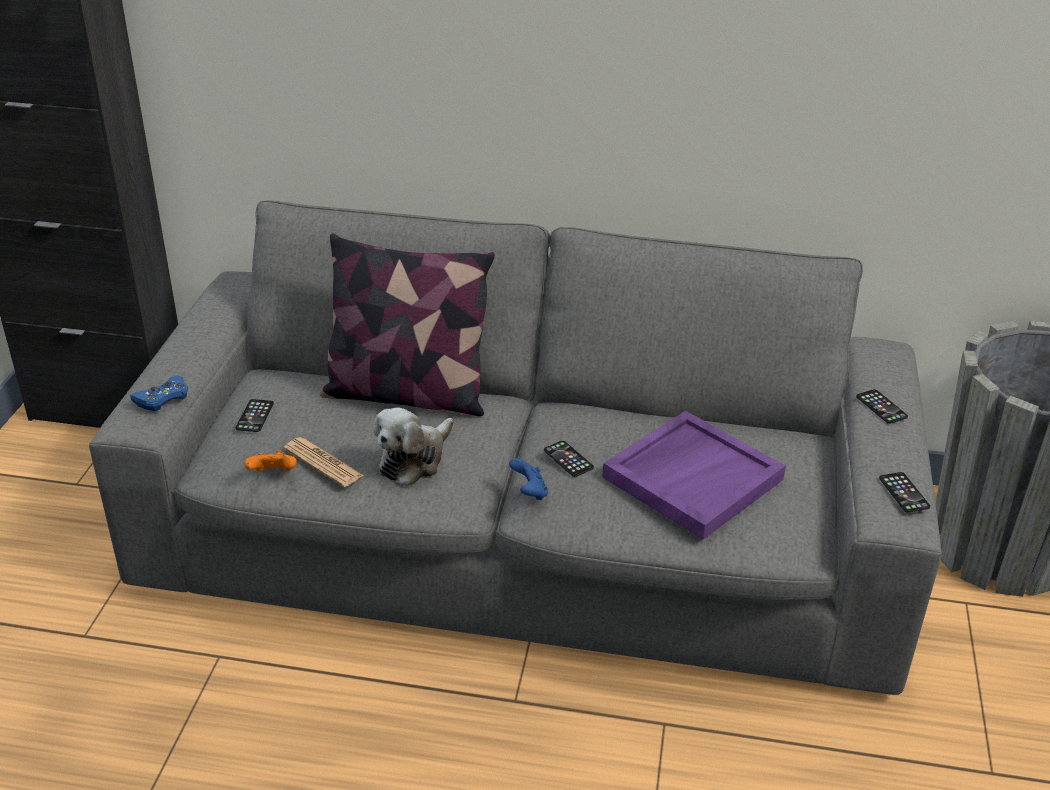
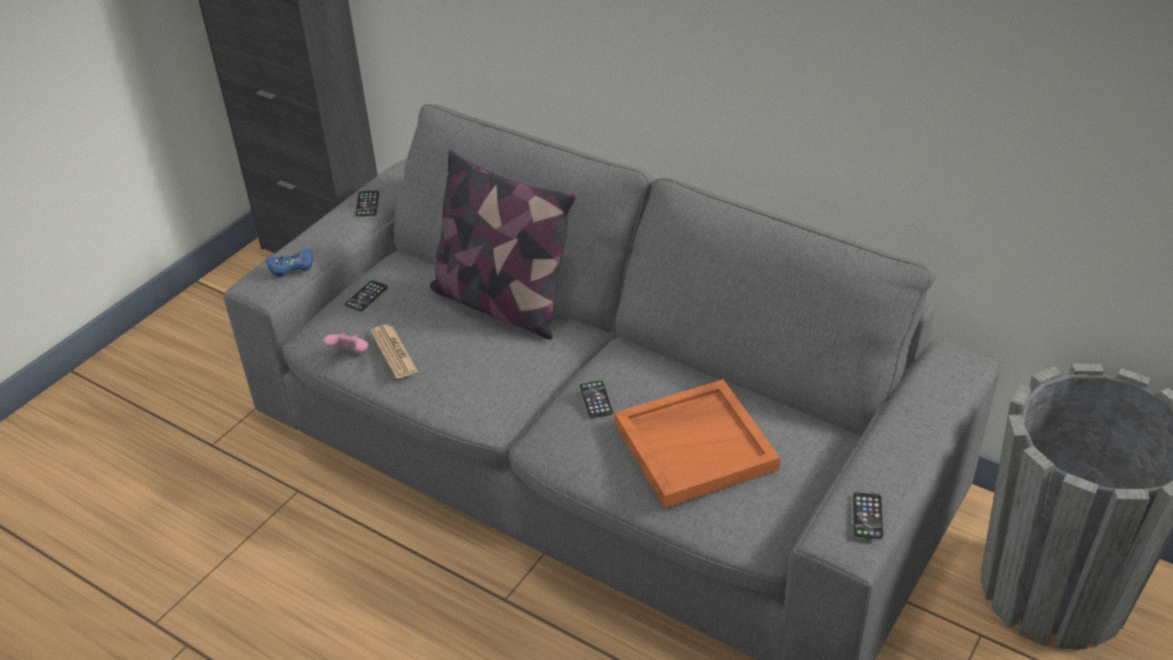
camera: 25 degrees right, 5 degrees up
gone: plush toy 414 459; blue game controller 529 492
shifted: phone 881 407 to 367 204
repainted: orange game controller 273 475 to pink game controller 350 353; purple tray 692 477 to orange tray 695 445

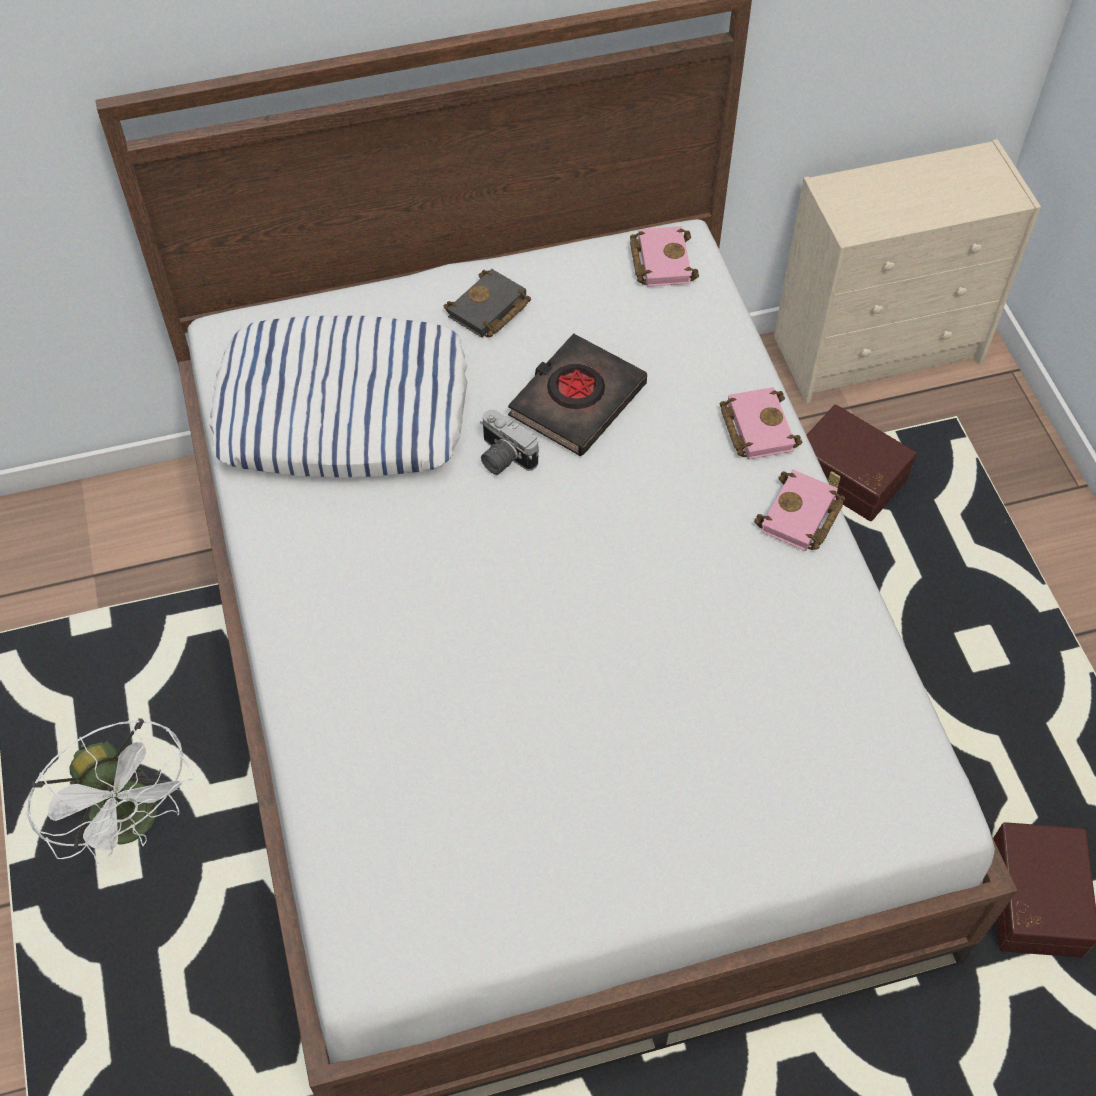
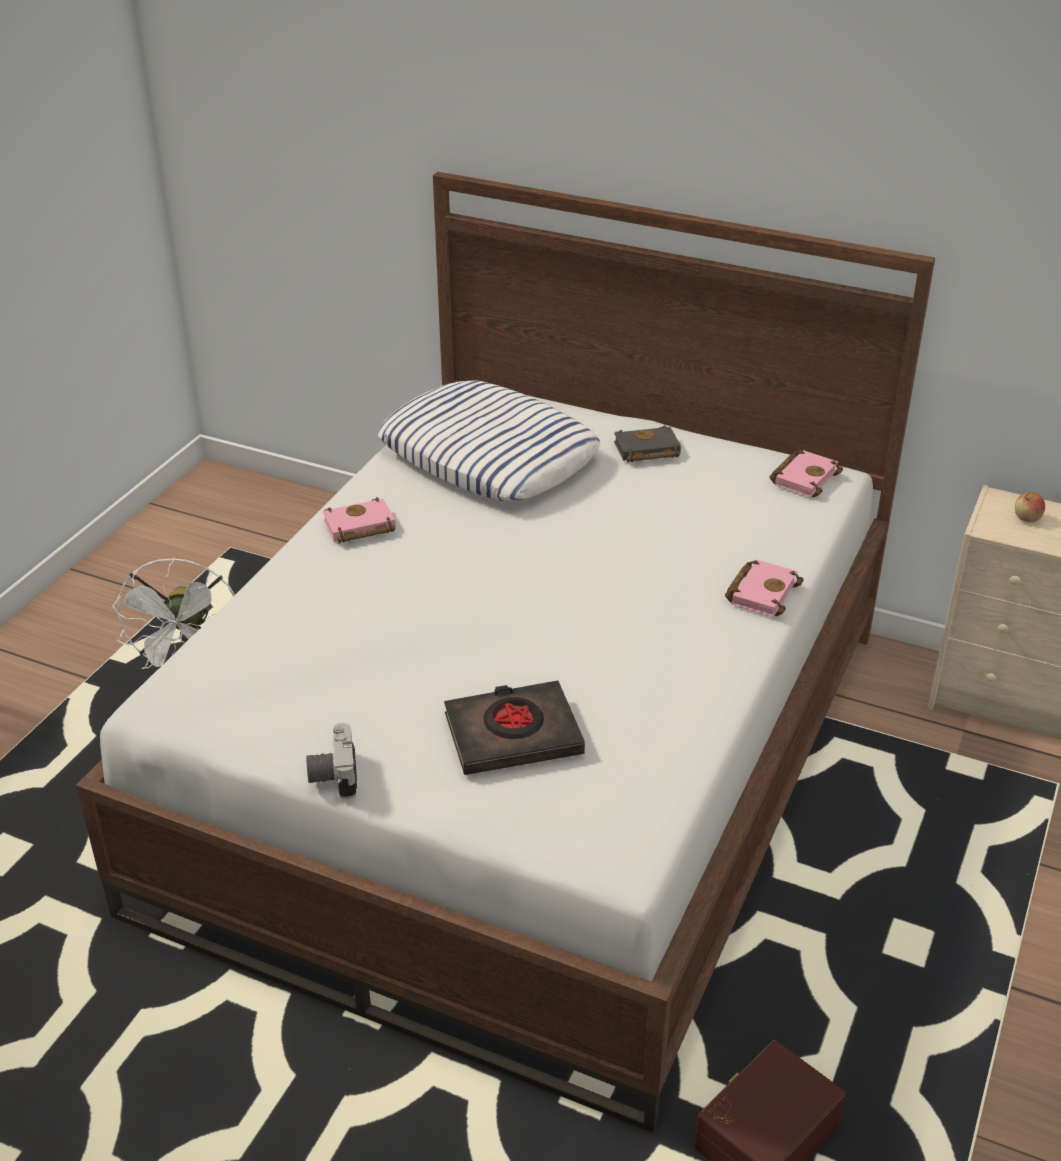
camera: 40 degrees right, 20 degrees down
gone: brown storage box 847 478
new: apple 1027 518
shifted: photo camera 502 458 to 332 775; pink book 801 518 to 358 528; black book 576 400 to 513 735

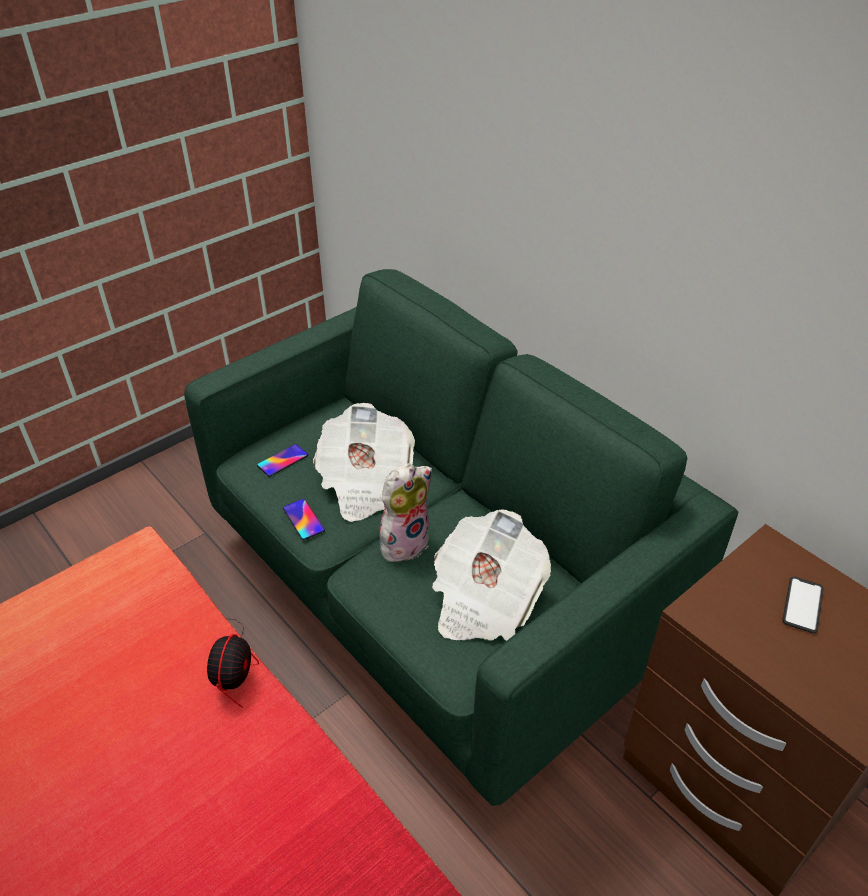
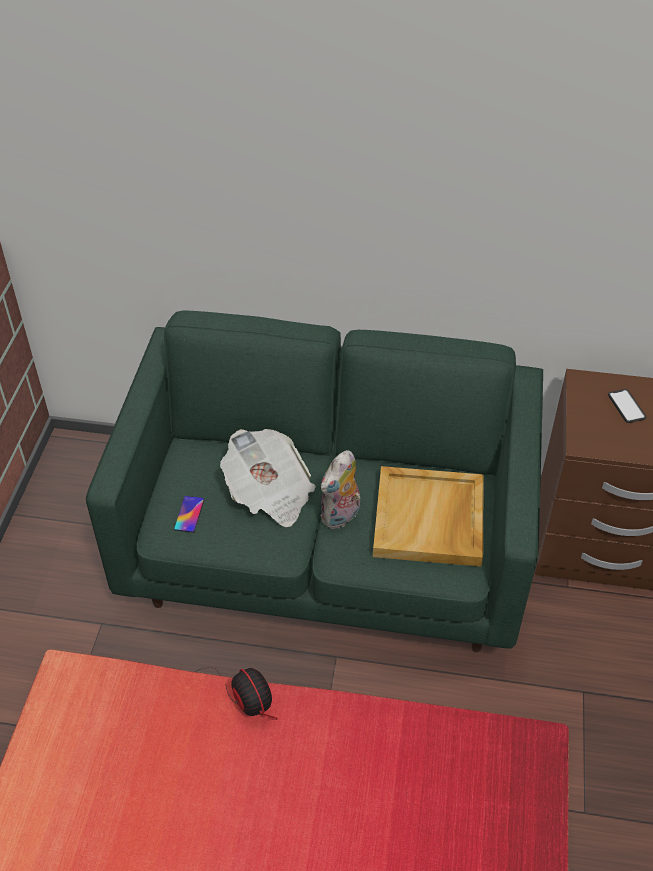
camera: 40 degrees left, 5 degrees up
gone: phone 303 519
swapped: newspaper 484 599 to beige tray 430 520
rotated: plush toy 404 542 = 341 516 150 degrees counterclockwise

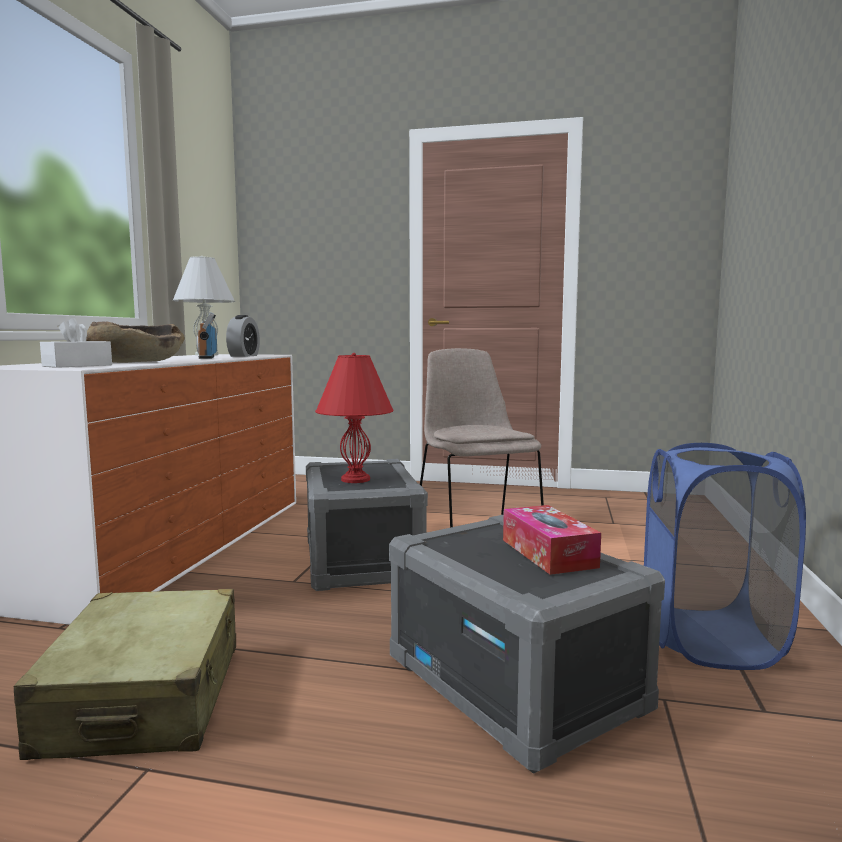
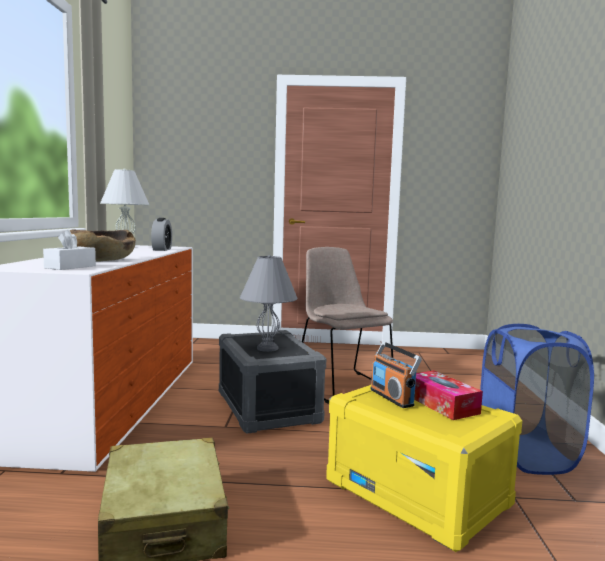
camera: 10 degrees left, 0 degrees up
shifted: radio 207 357 to 392 397
repainted: red table lamp 356 479 to grey table lamp 268 348; grey storage box 515 683 to yellow storage box 417 493

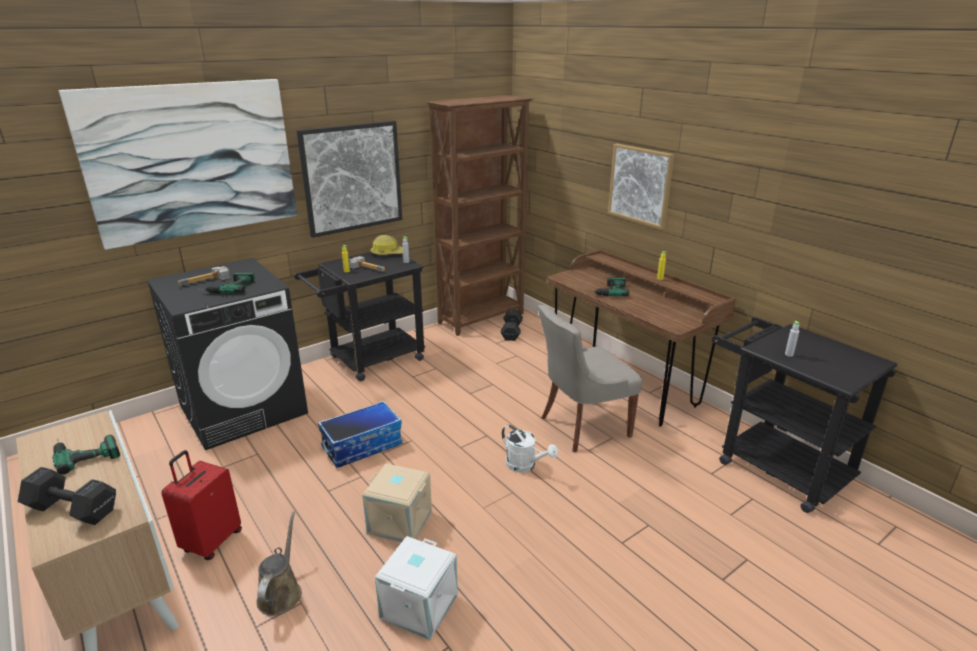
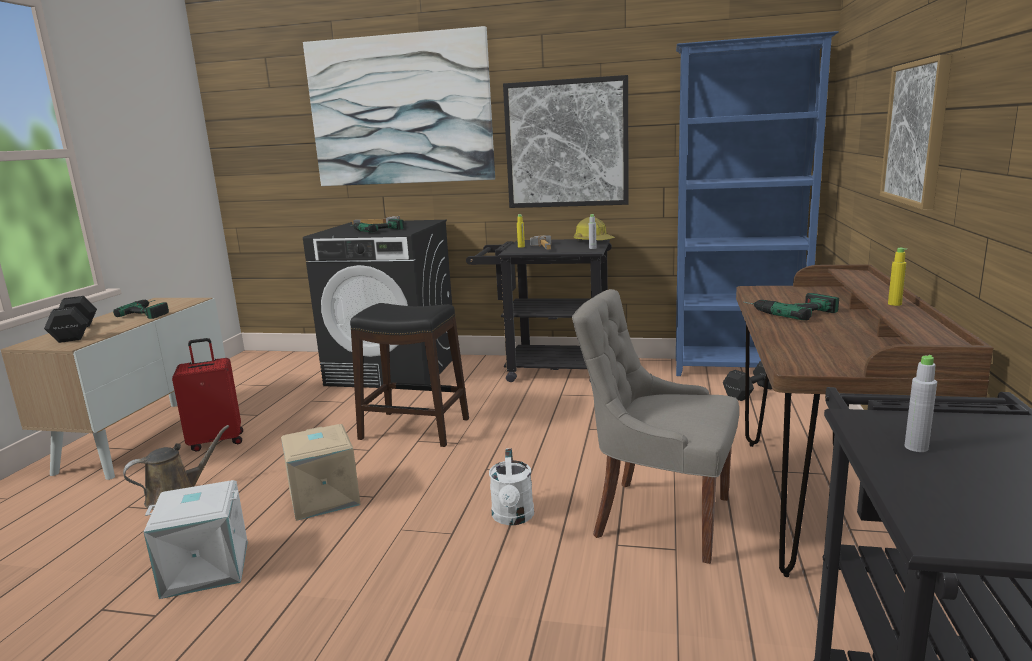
camera: 50 degrees right, 10 degrees down
swapped: storage box 362 445 to black stool 414 428
repainted: brown bookcase 482 318 to blue bookcase 738 369

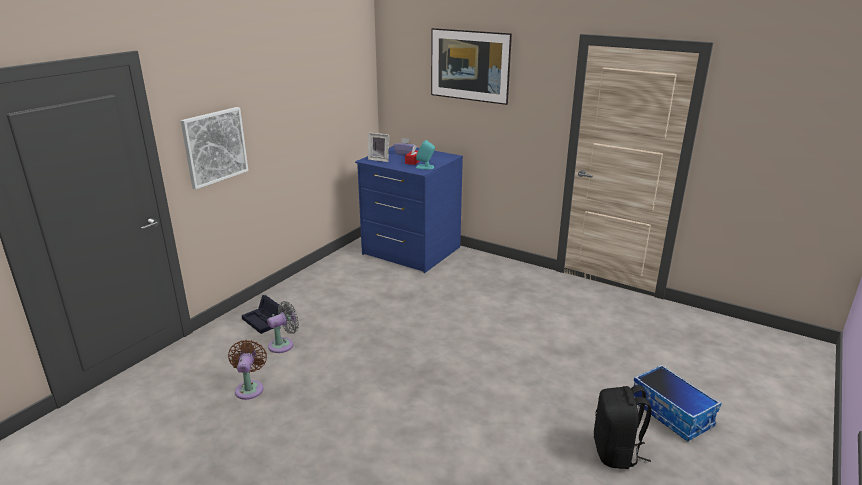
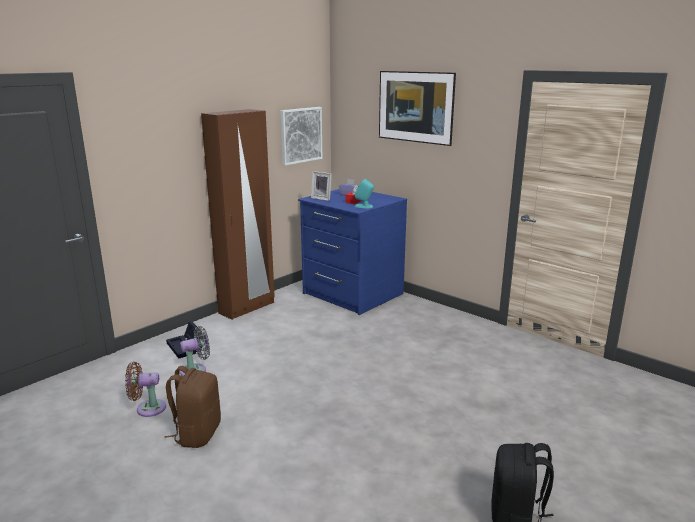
camera: 10 degrees right, 5 degrees down
gone: storage box 672 414
new: brown backpack 197 434; brown wardrobe 247 308
shifted: picture 215 146 to 301 135
rotated: brown fan 250 388 = 147 408 105 degrees counterclockwise

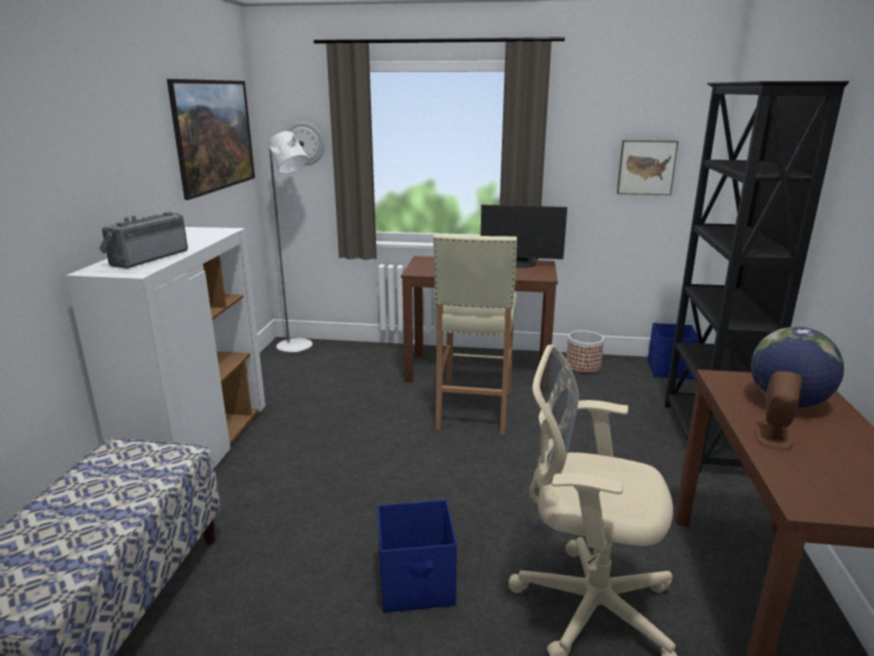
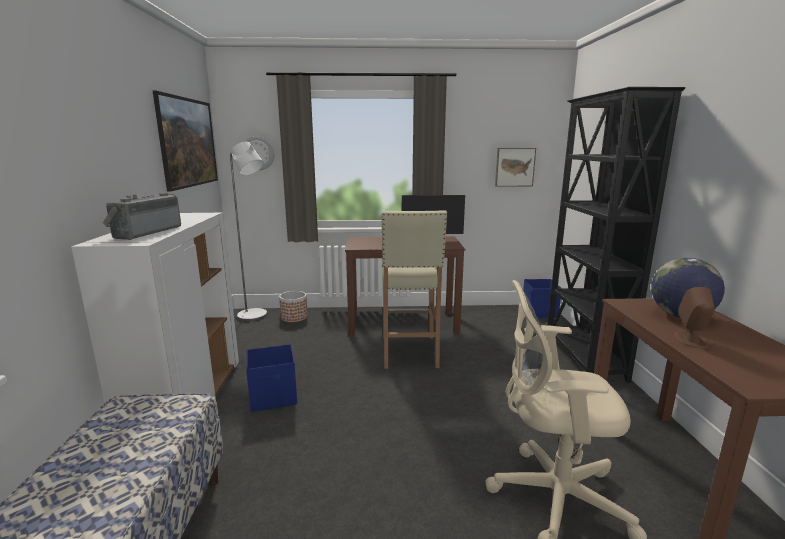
camera: 10 degrees left, 5 degrees down
shifted: blue storage box 417 584 to 274 397; planter 583 366 to 294 317

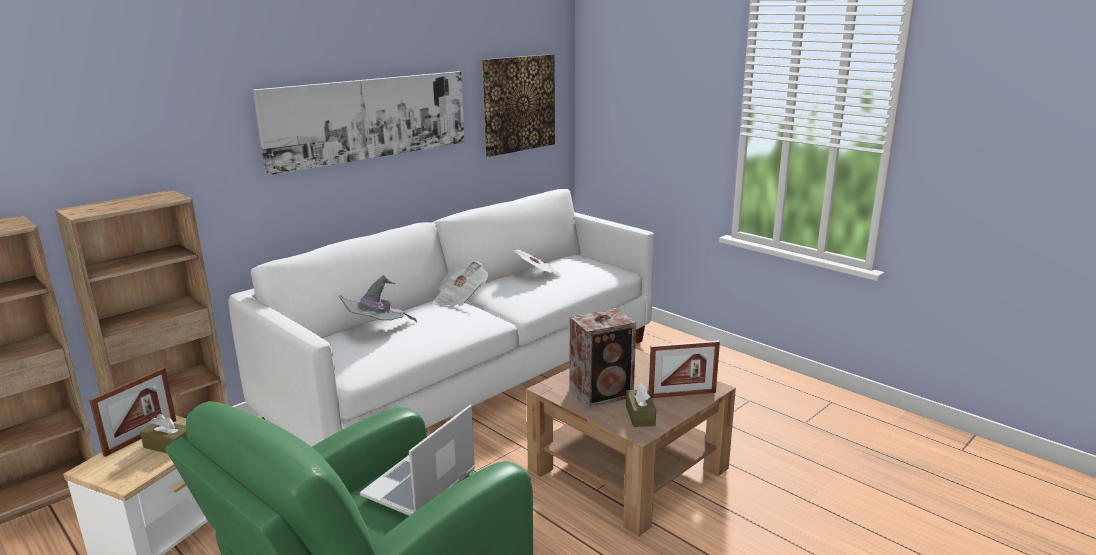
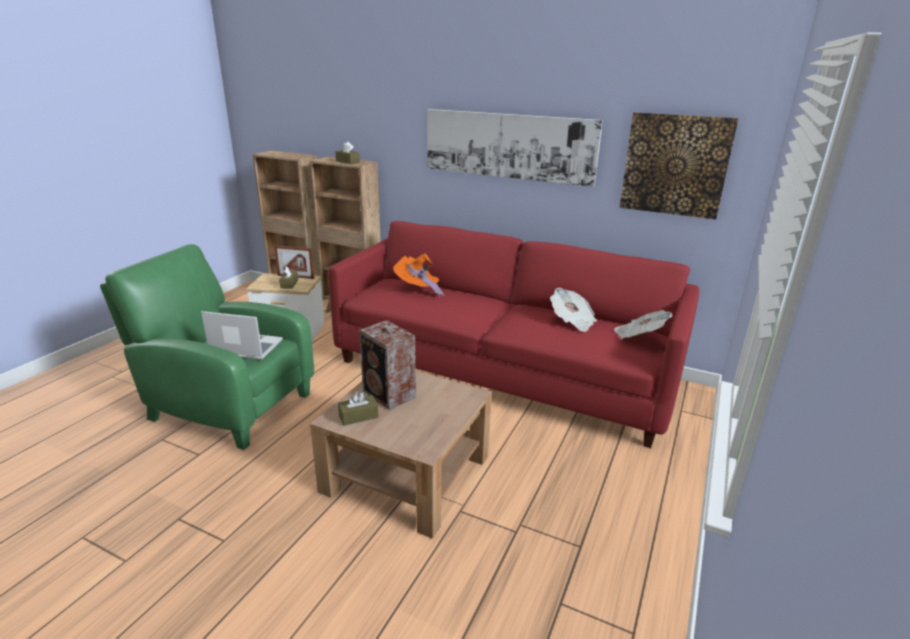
camera: 70 degrees right, 5 degrees up
gone: picture frame 682 394
new: brown tissue box 347 162
shifted: newspaper 460 298 to 639 336
repainted: white sofa 471 377 to red sofa 502 371; grey hat 376 330 to orange hat 417 289

